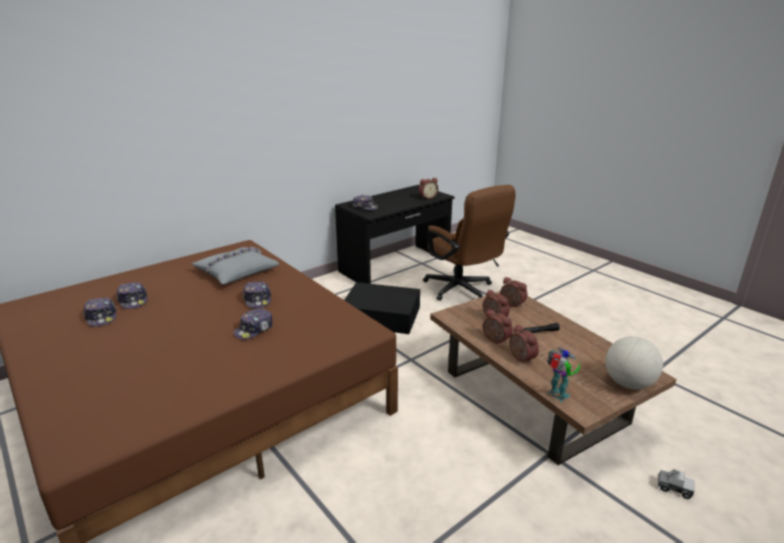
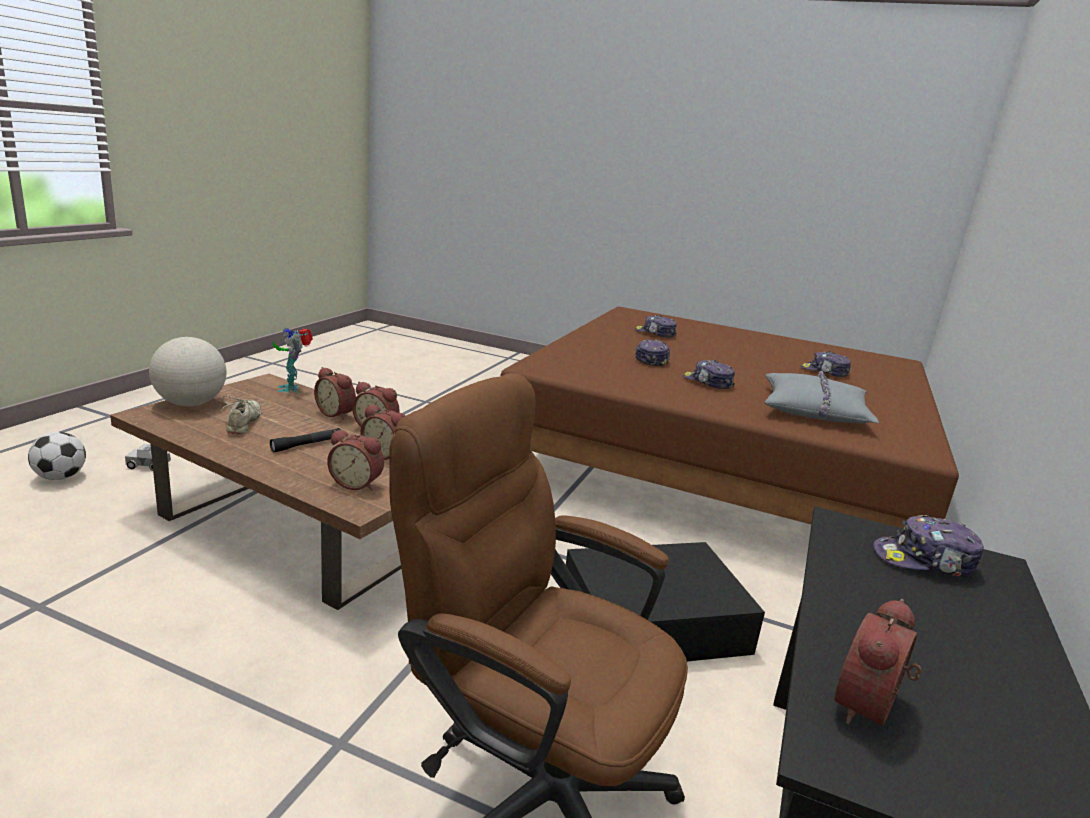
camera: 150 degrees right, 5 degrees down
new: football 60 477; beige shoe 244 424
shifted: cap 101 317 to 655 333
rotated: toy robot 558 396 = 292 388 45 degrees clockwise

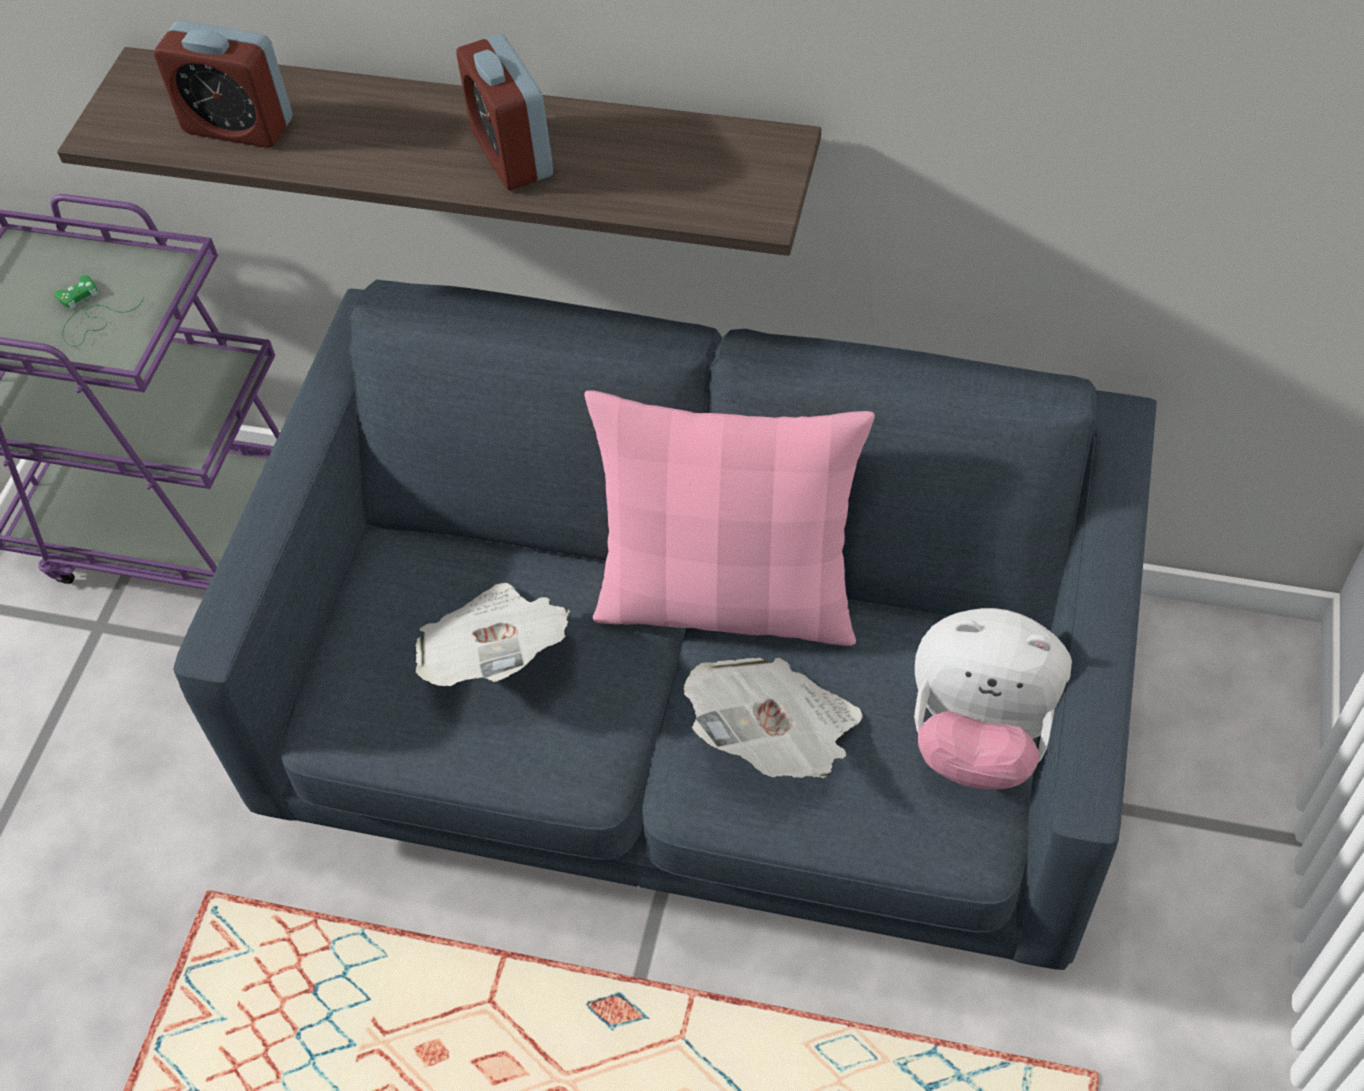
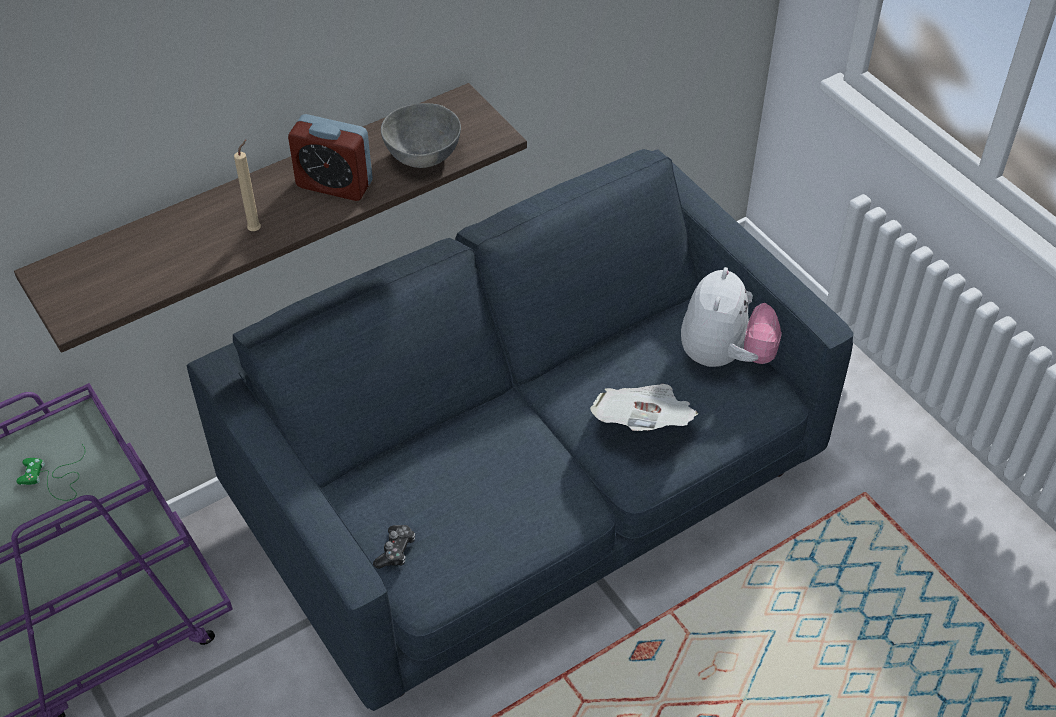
camera: 50 degrees left, 5 degrees down
gone: alarm clock 238 126; newspaper 496 655; pink pillow 727 599
new: beige candle 256 229; game controller 396 551; grey bowl 421 157
rotated: plush toy 981 736 = 725 355 45 degrees counterclockwise

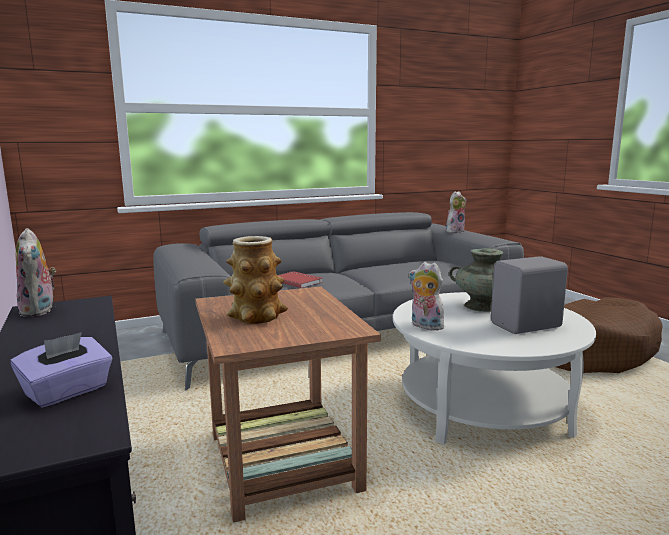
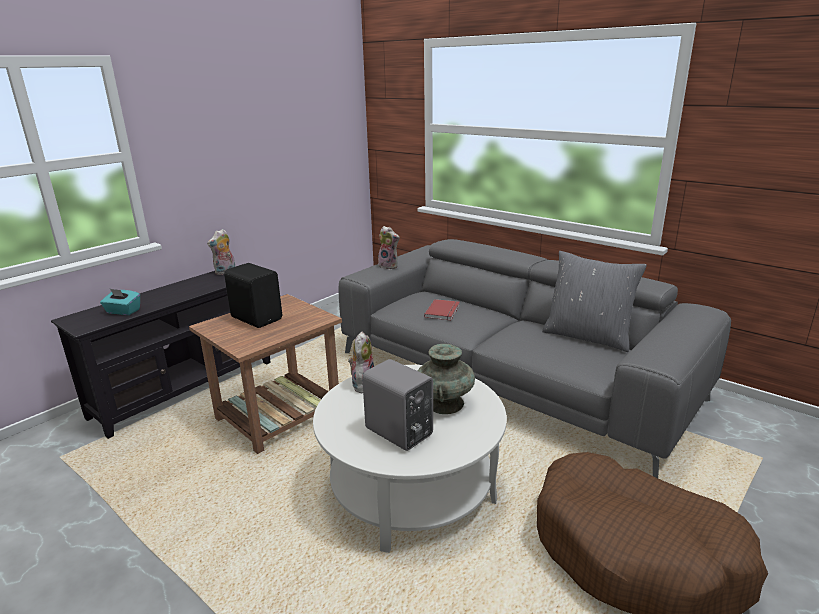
camera: 65 degrees right, 10 degrees up
new: grey pillow 588 336
shifted: plush toy 454 231 to 389 266
swapped: vase 256 317 to black speaker 257 318
repainted: purple tissue box 67 392 to turquoise tissue box 123 311

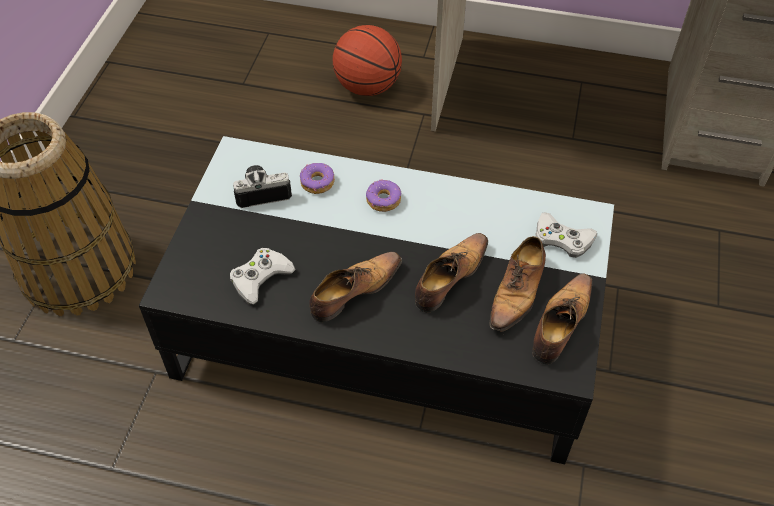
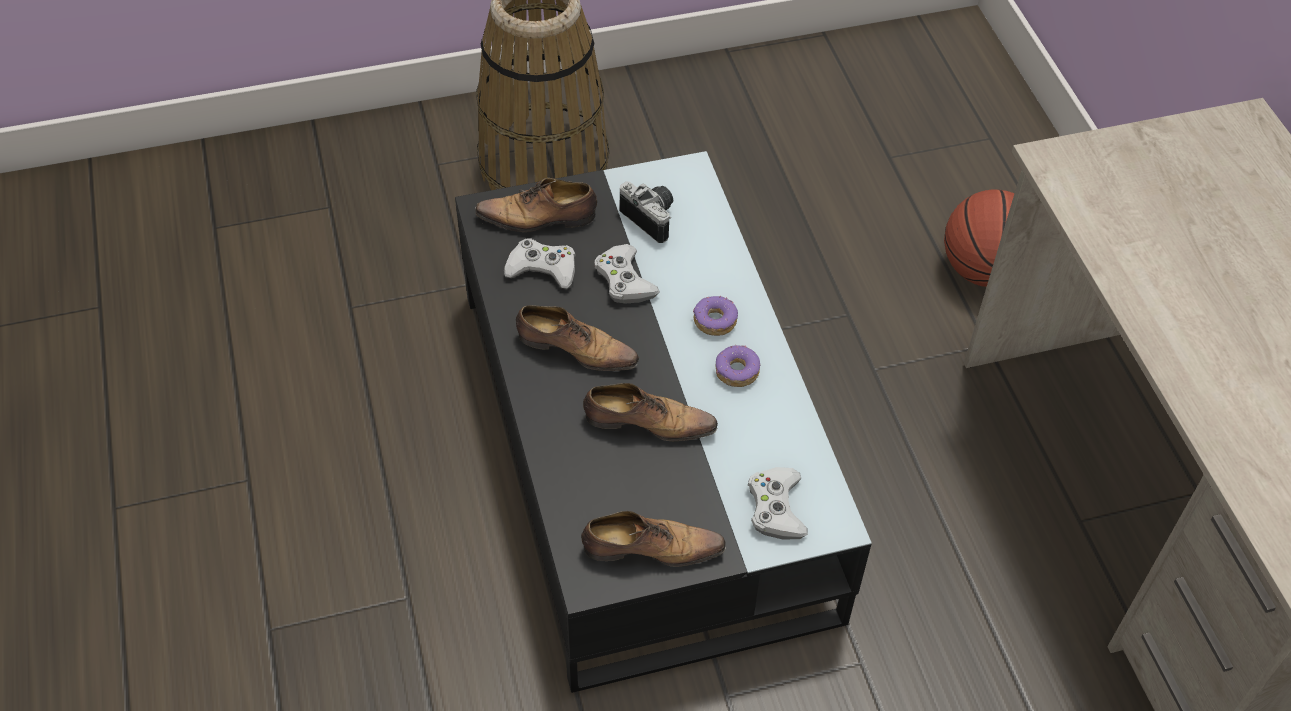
camera: 60 degrees right, 0 degrees up
new: white game controller 624 280
shifted: shoe 517 292 to 539 218; donut 317 183 to 736 371

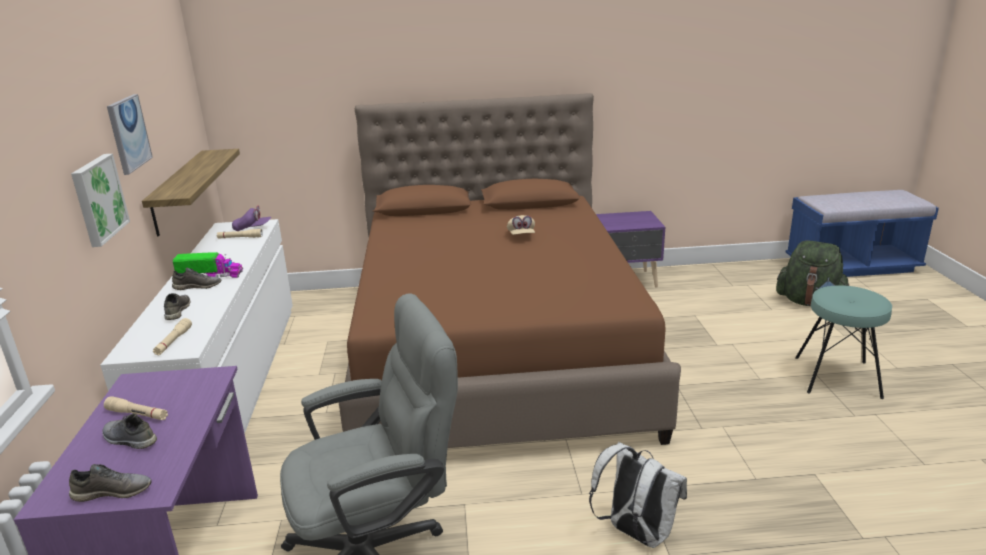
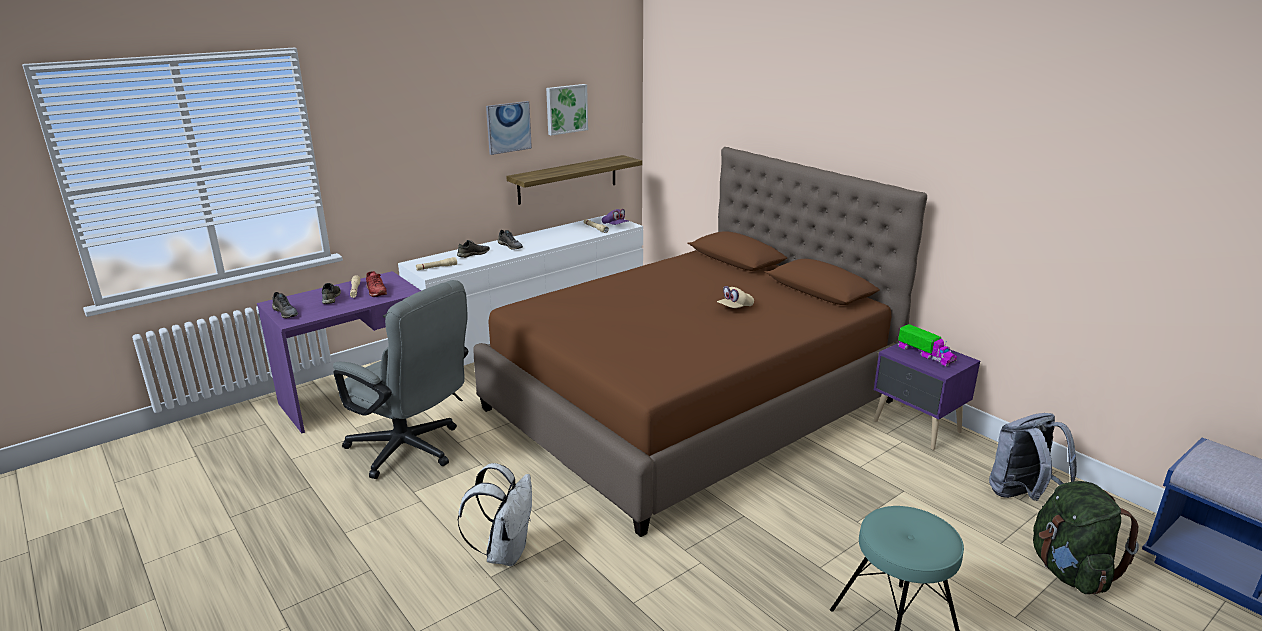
camera: 55 degrees right, 0 degrees up
new: red shoe 376 291; grey backpack 1021 495
shifted: picture 97 199 to 566 109; toy truck 210 276 to 925 354

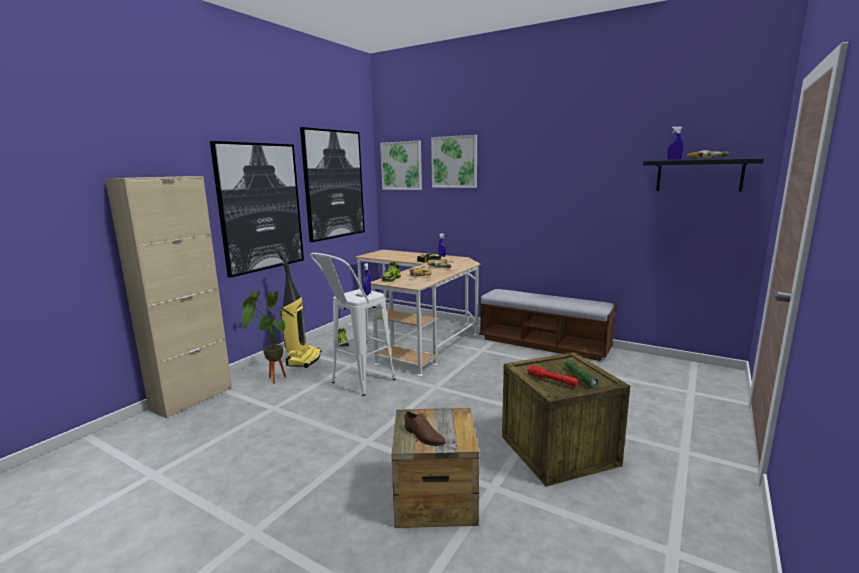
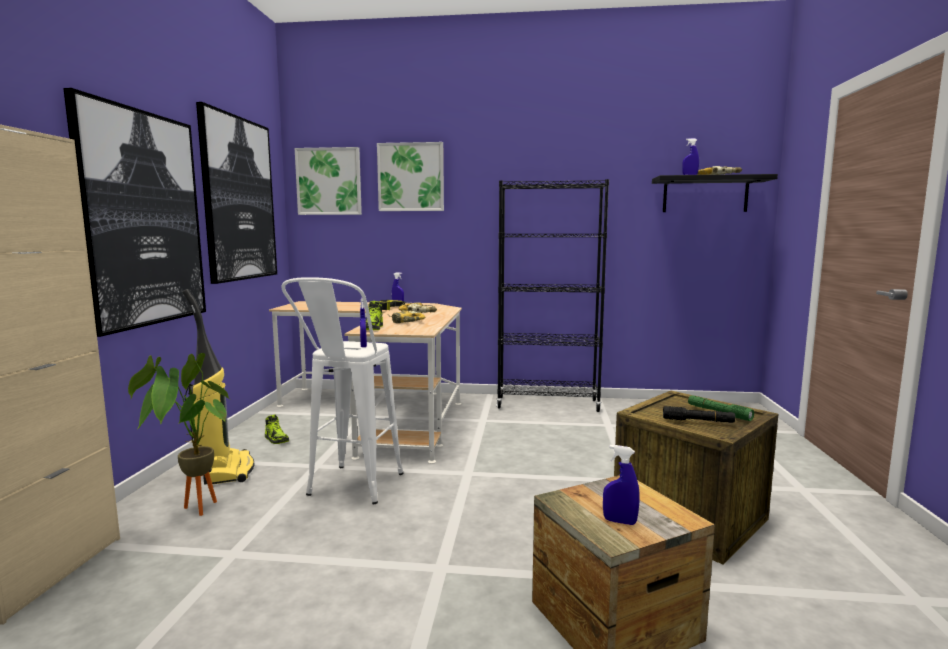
camera: 25 degrees left, 5 degrees down
swapped: bench 543 344 to black bookcase 547 404; brown shoe 423 436 to blue spray bottle 619 521
repainted: red flashlight 552 380 to black flashlight 698 421

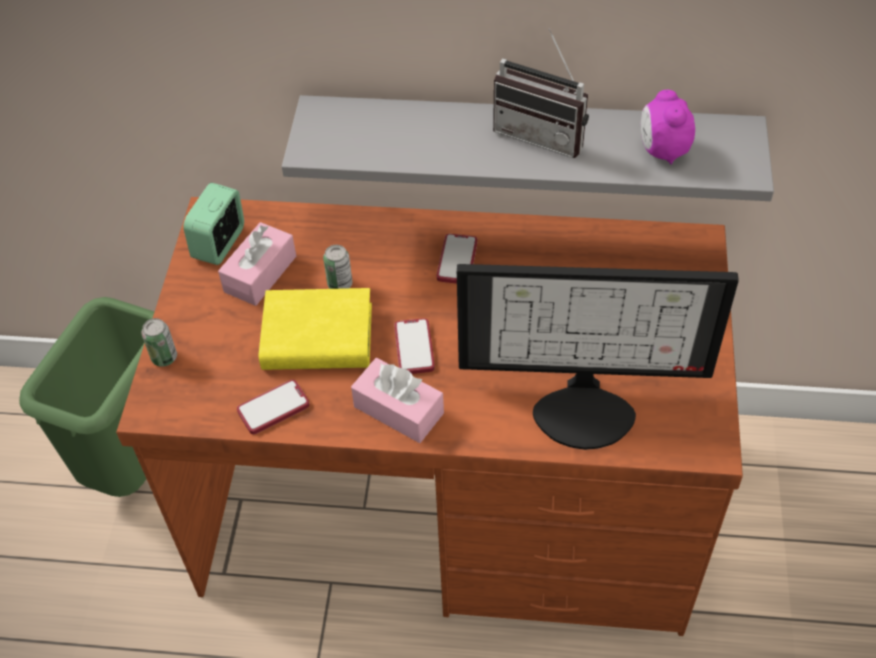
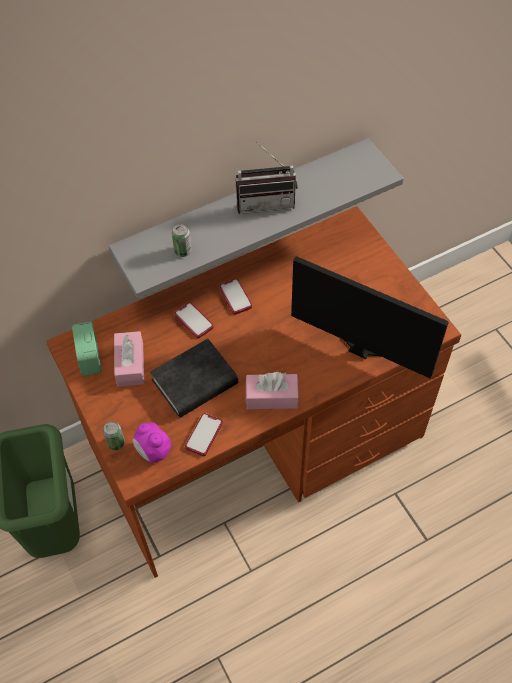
camera: 35 degrees left, 5 degrees up
shifted: alarm clock 662 151 to 153 452; can 340 284 to 183 251; phone 414 347 to 194 321
repainted: yellow book 318 337 to black book 195 382
rotated: monitor 585 407 = 364 341 120 degrees counterclockwise

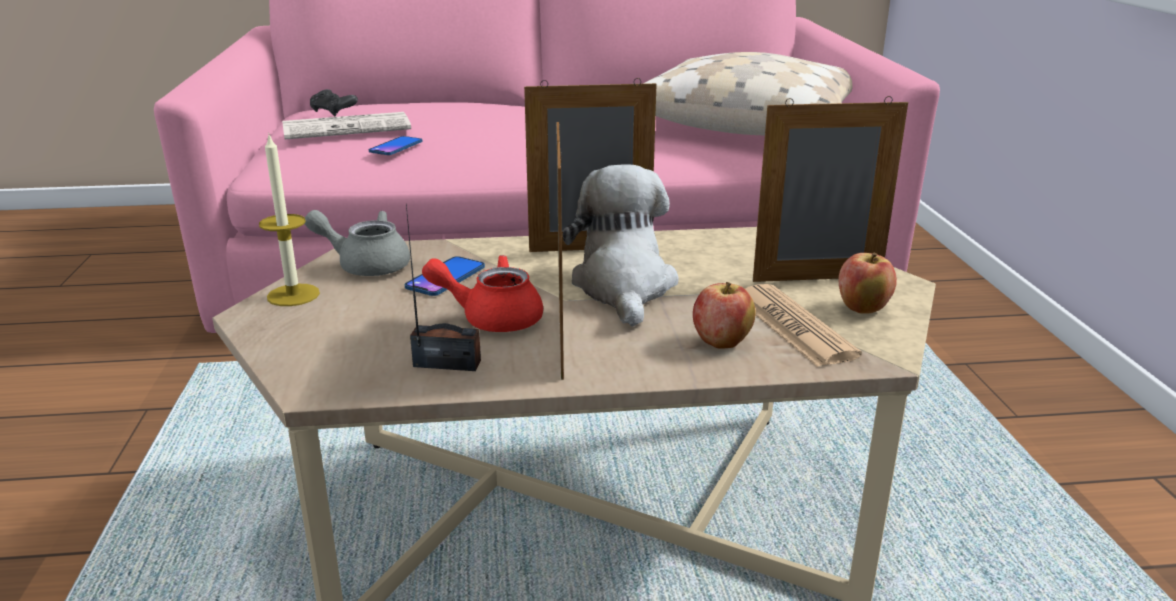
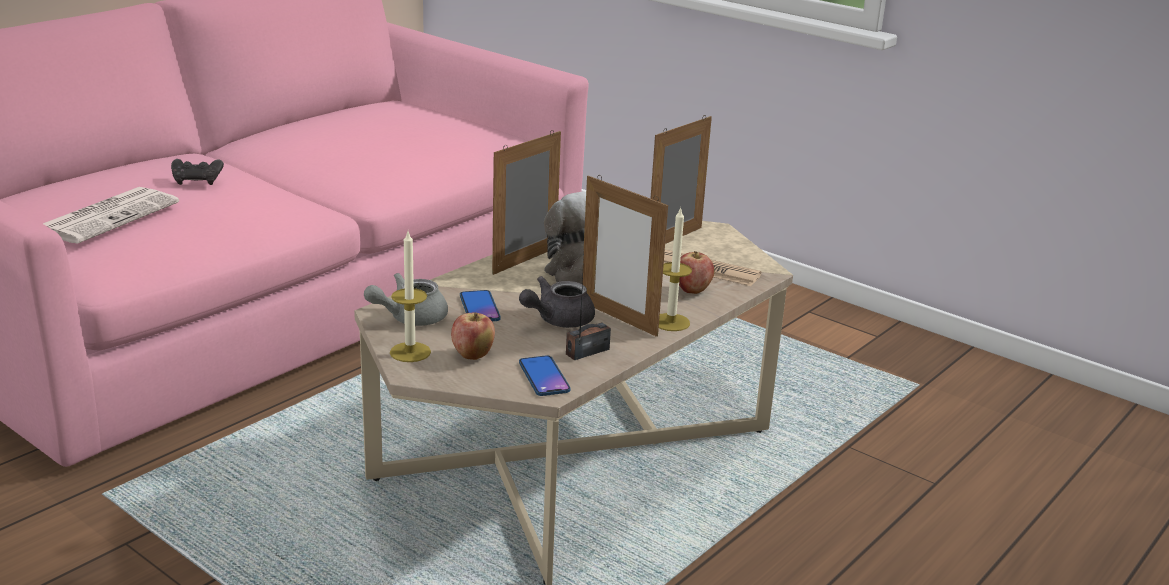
camera: 45 degrees left, 0 degrees up
gone: beige pillow 748 120
new: candle 671 322
shifted: black game controller 333 112 to 197 181; apple 862 309 to 472 355; phone 396 147 to 544 377
repainted: red teapot 491 318 to grey teapot 557 320

